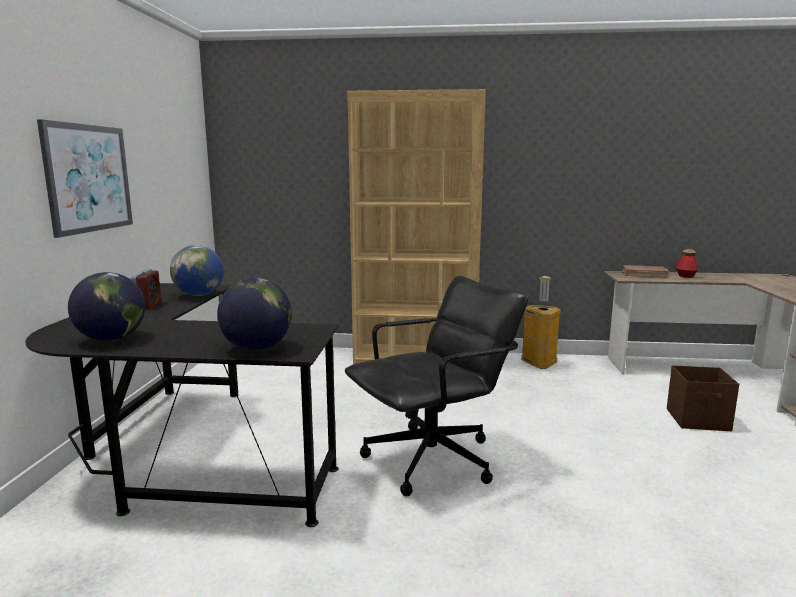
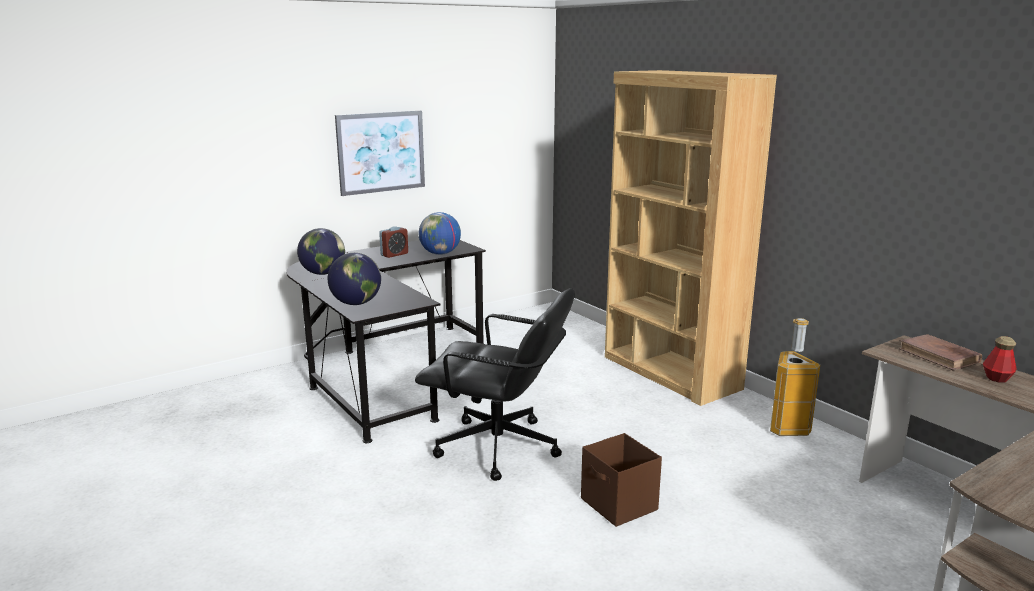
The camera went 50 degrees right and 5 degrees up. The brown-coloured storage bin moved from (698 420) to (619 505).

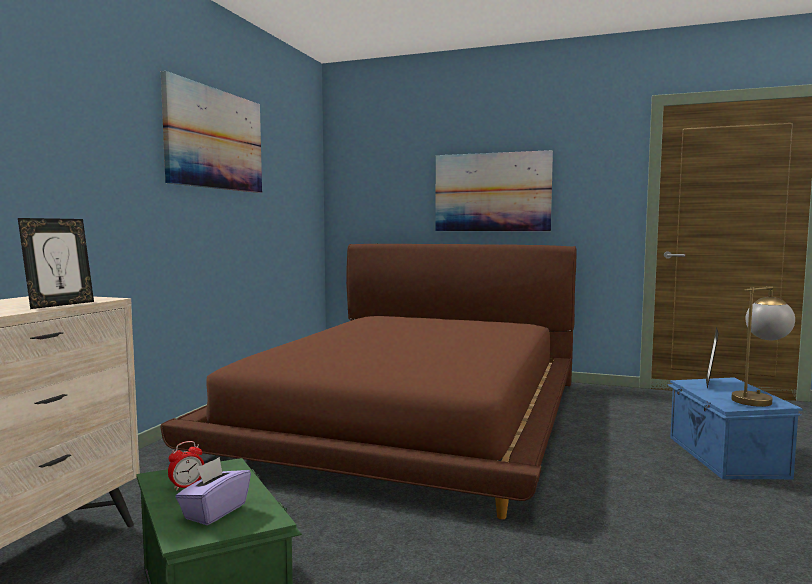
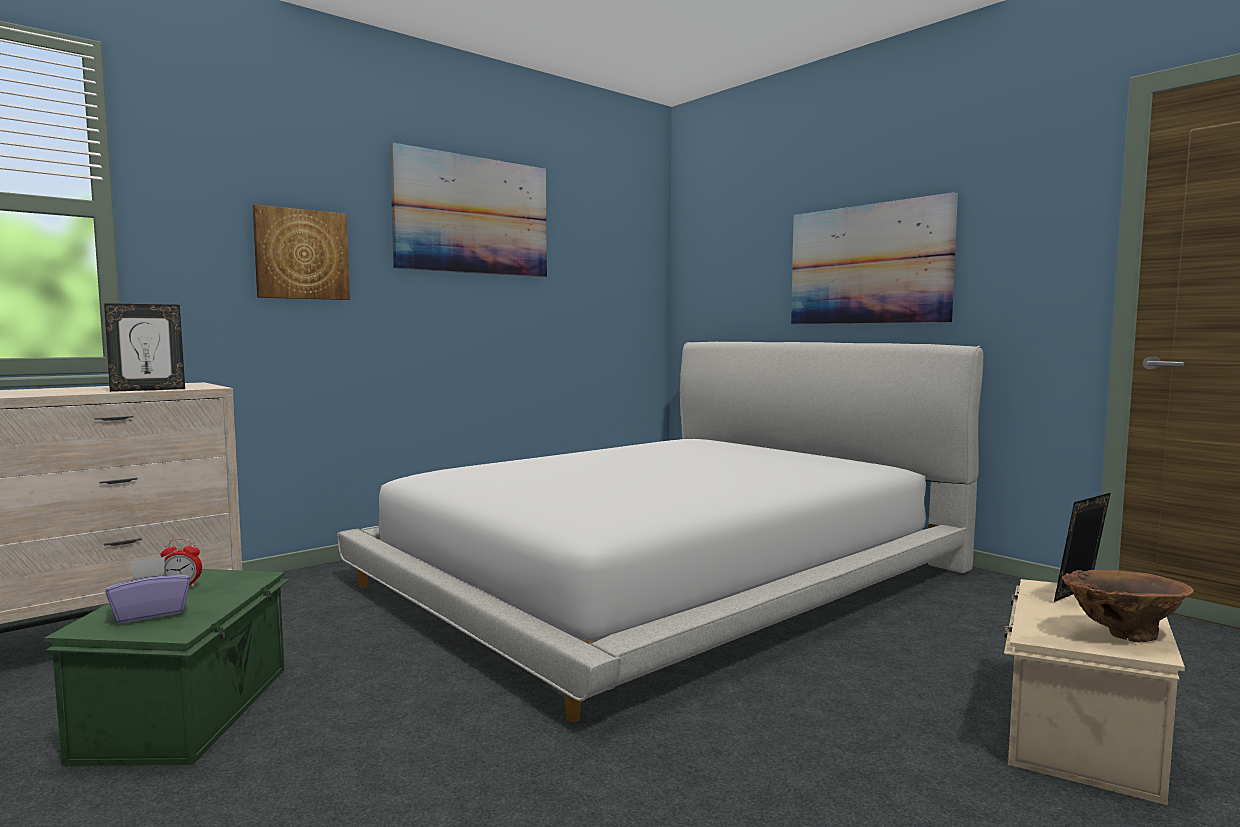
The camera went 30 degrees right and 0 degrees up. The wall picture at (301 254) appeared. The brown-coloured bed at (412 416) became the whitish bed at (666 575). The bluish storage bin at (725 457) became the beige-coloured storage bin at (1078 733). The lamp for a table at (758 399) was replaced by the brown-coloured decorative vase at (1120 635).

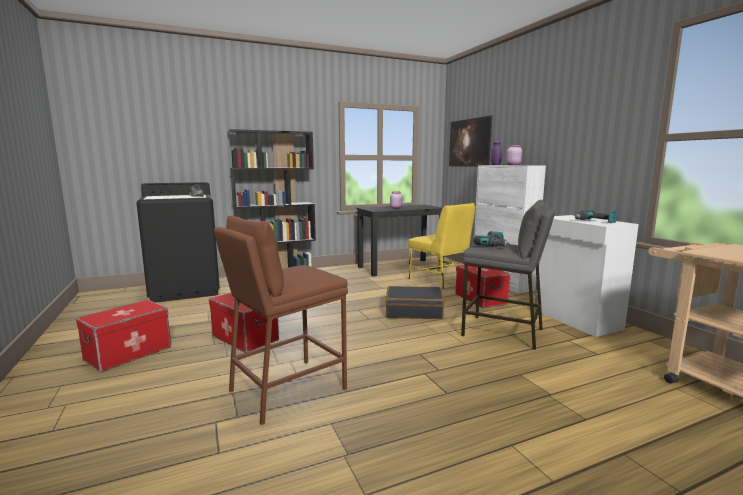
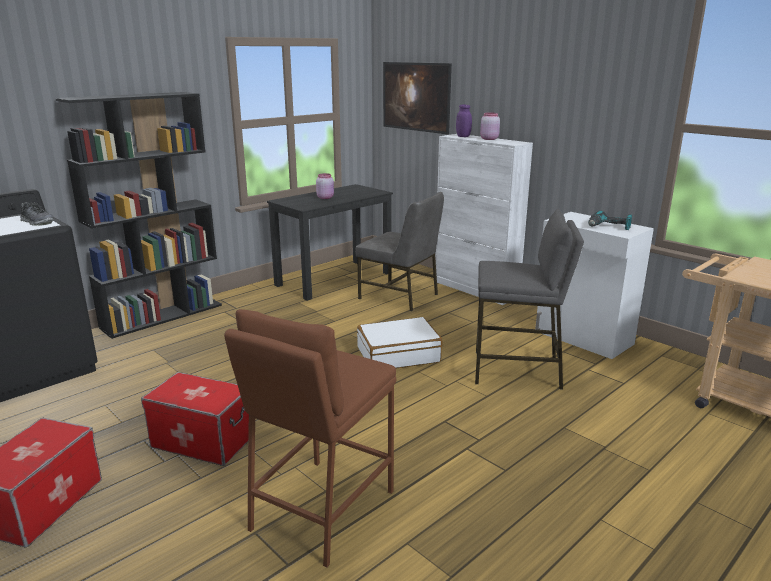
The camera went 20 degrees left and 10 degrees up. The yellowish upright chair at (440 280) became the greyish upright chair at (400 296). The black travel case at (413 311) became the whitish travel case at (398 354). The storage bin at (480 299) disappeared. The power drill at (494 245) disappeared.

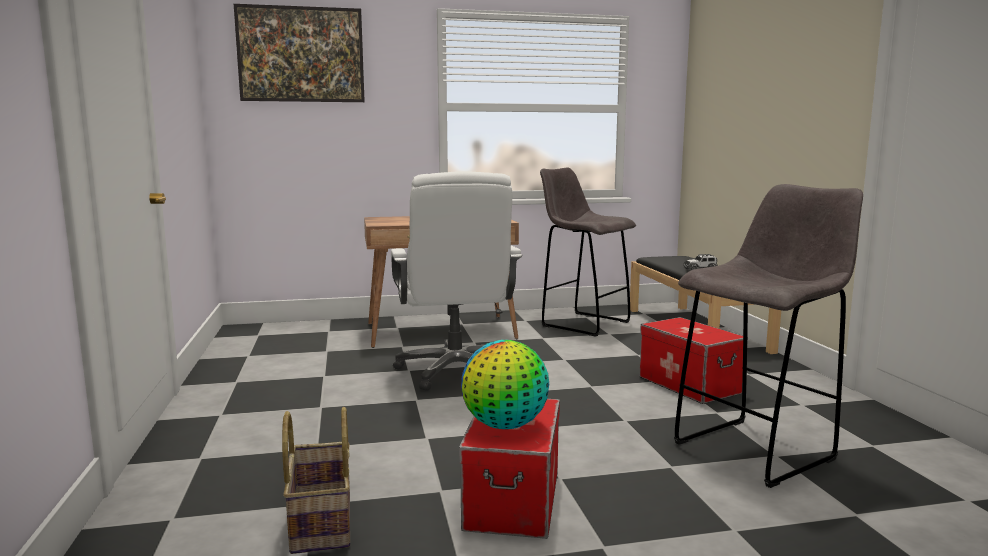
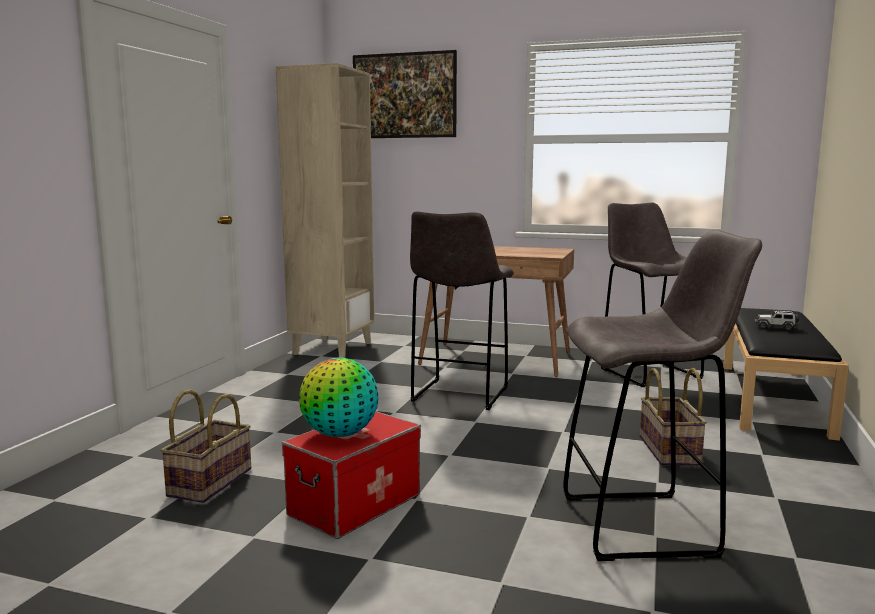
The camera went 30 degrees right and 0 degrees up. The beige-coloured bookshelf at (332 348) appeared. The whitish office chair at (455 371) was replaced by the greyish stool at (459 395). The storage bin at (689 385) was replaced by the basket at (670 451).

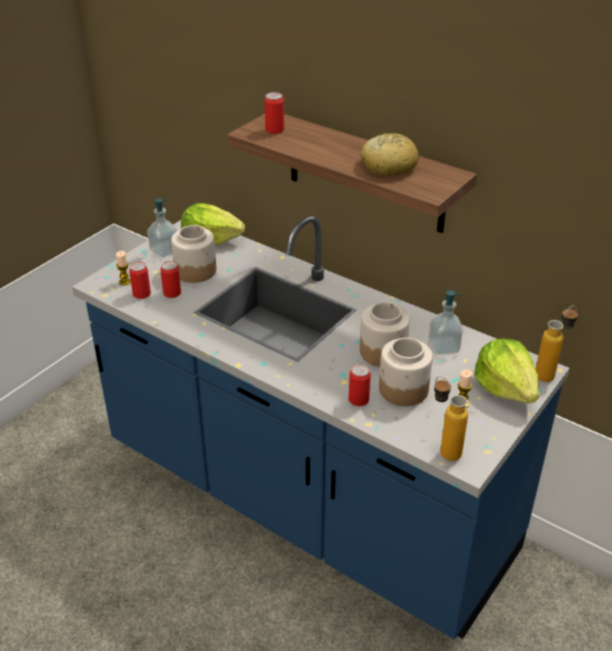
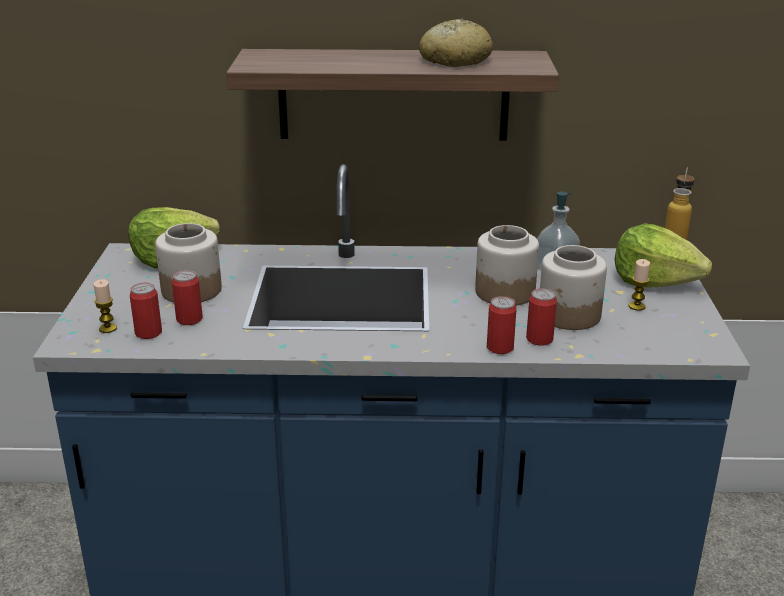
The camera went 35 degrees left and 10 degrees down. The can moved from (274 130) to (500 348). The soap bottle at (164 251) disappeared. The bottle at (443 449) disappeared.

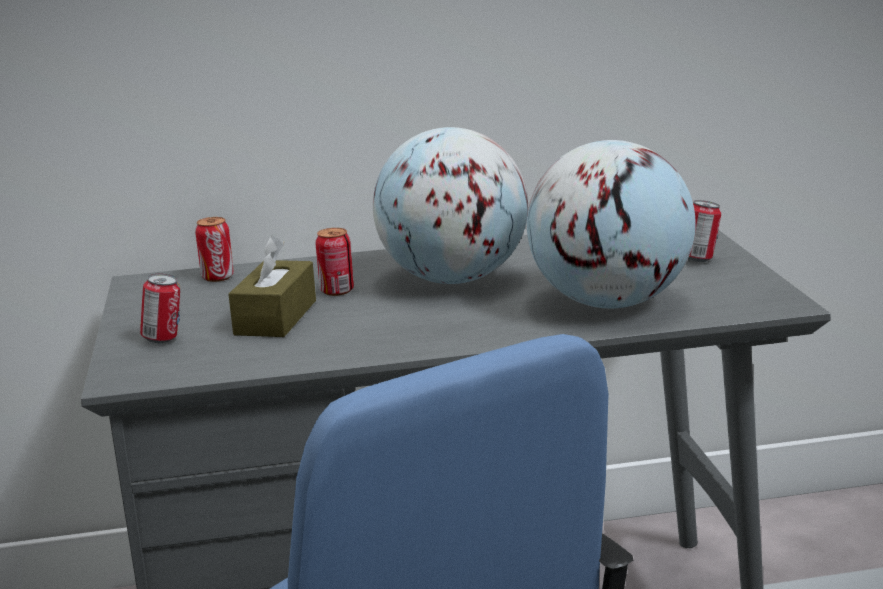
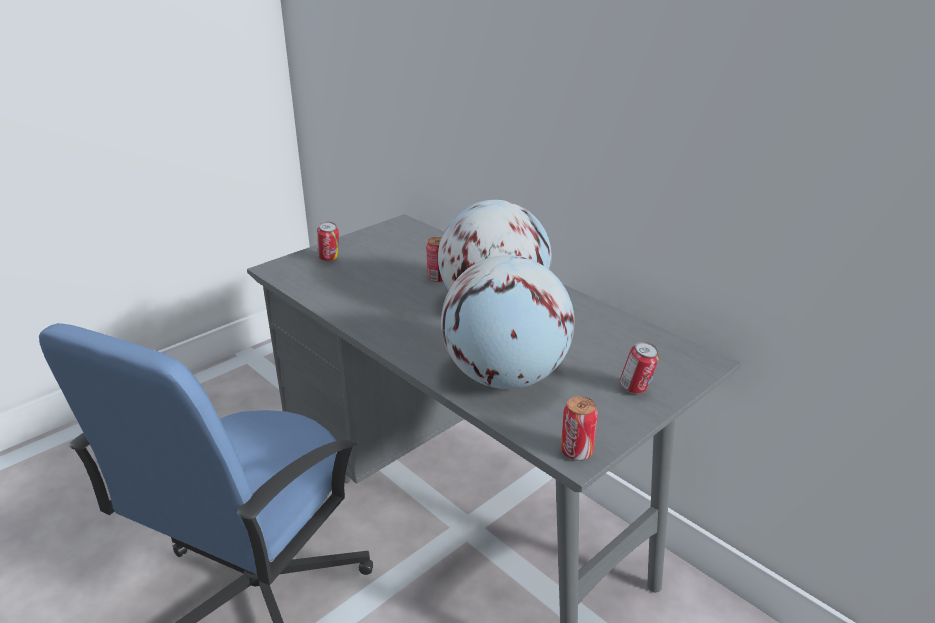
The camera went 55 degrees right and 10 degrees up. The can moved from (217 277) to (576 452). The brown-coloured tissue box at (276 317) disappeared.

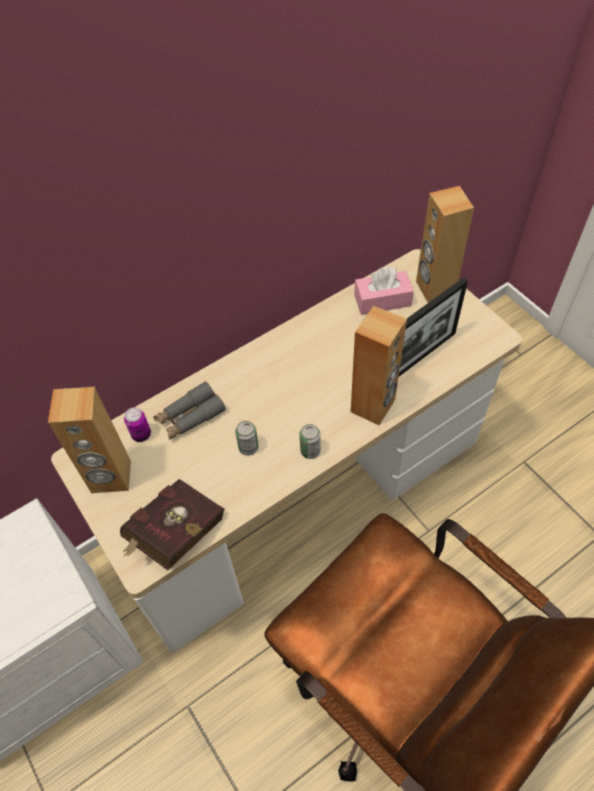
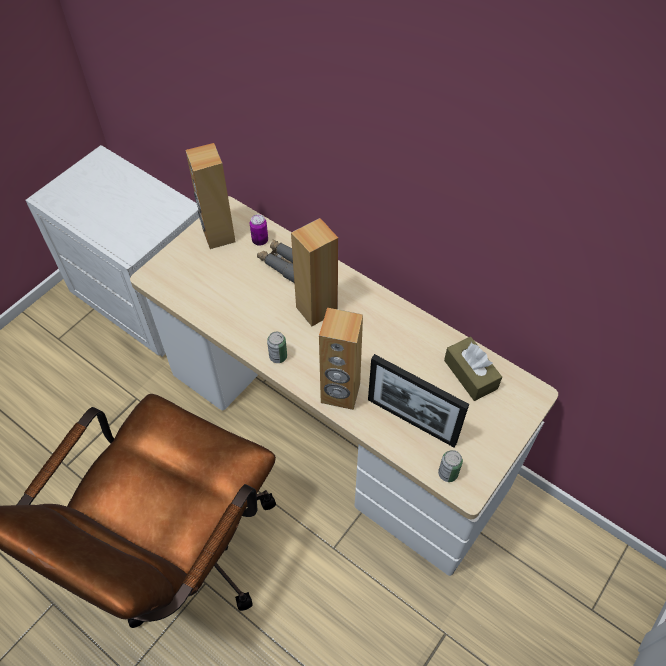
The camera went 70 degrees right and 0 degrees up. The brown-coloured audio speaker moved from (434 289) to (316 309). The can moved from (248 447) to (448 473). The pink-coloured tissue box at (382 300) became the brown-coloured tissue box at (470 374). The red bound book at (174 535) disappeared.

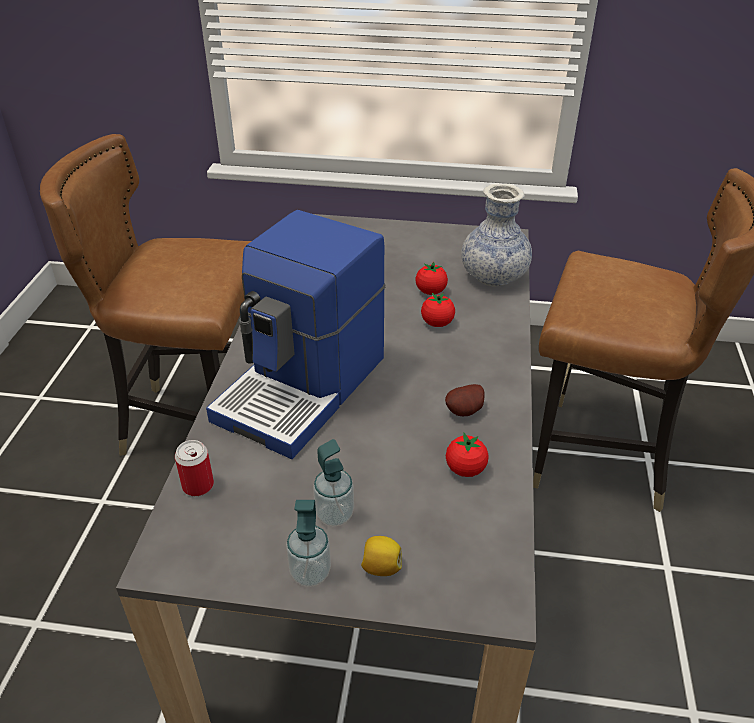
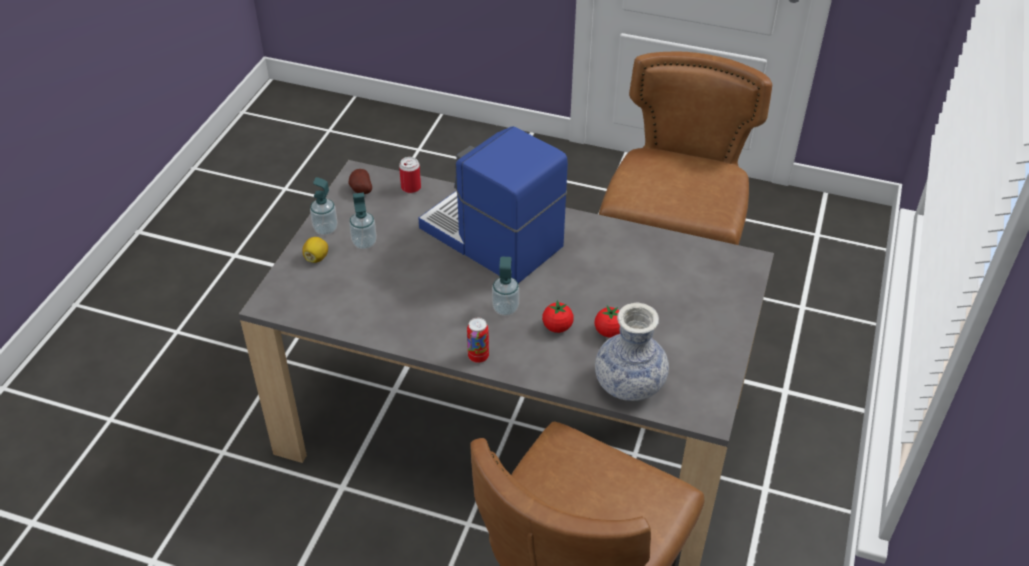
The camera went 100 degrees right and 5 degrees up. The potato moved from (466 412) to (360 190). The can at (478 357) appeared. The soap bottle at (505 308) appeared. The fresh tomato at (465 469) disappeared.

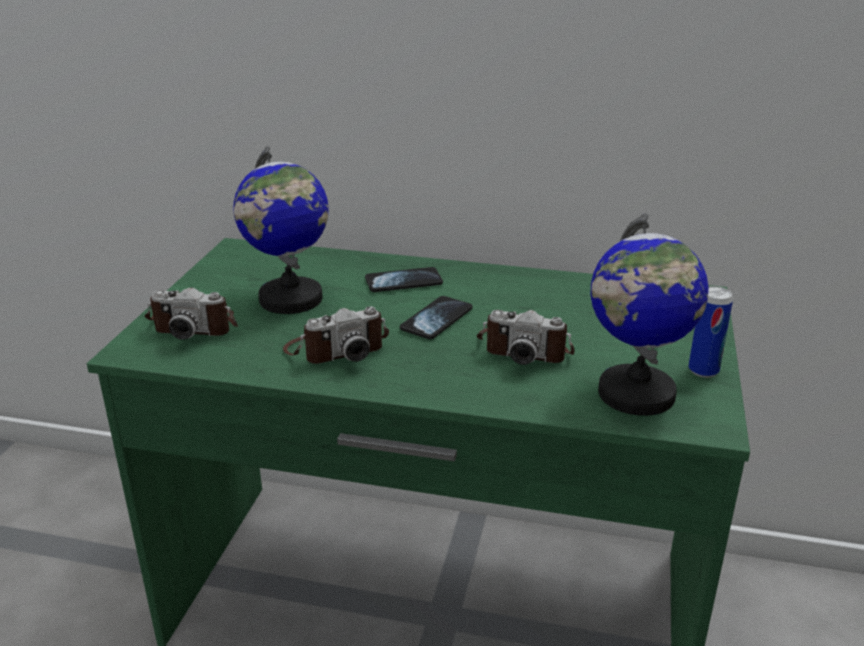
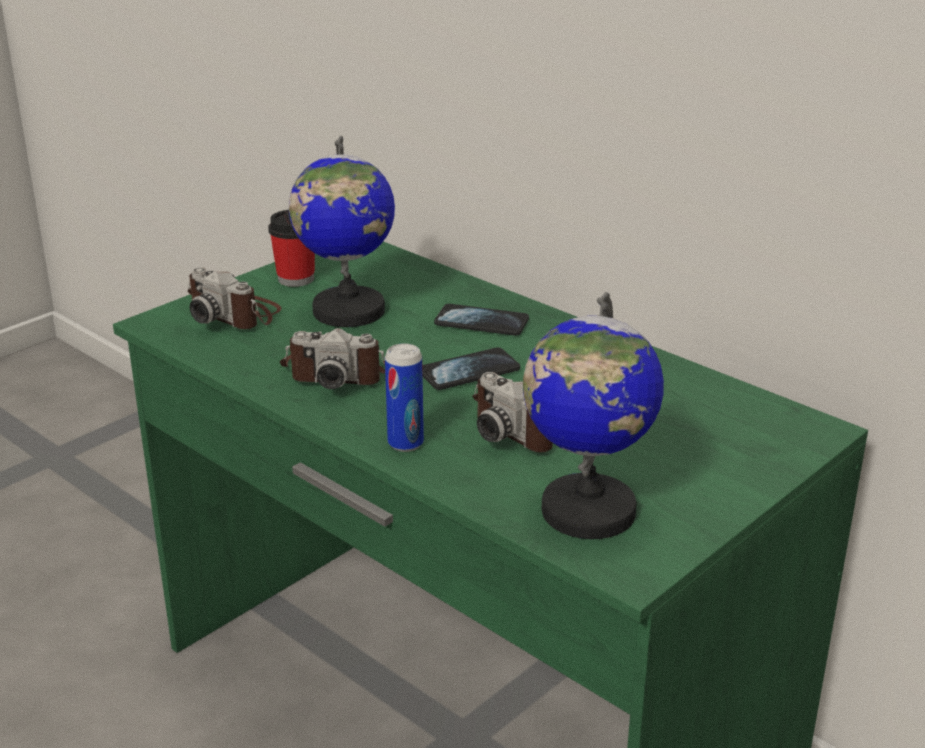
The camera went 30 degrees right and 0 degrees up. The drinking cup at (296 279) appeared. The can moved from (703 370) to (405 443).

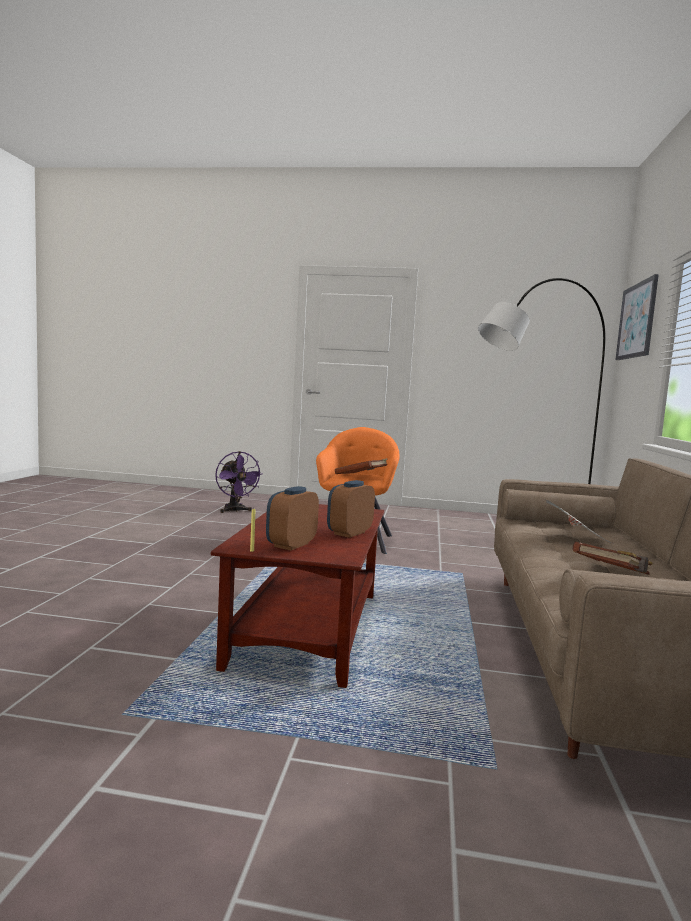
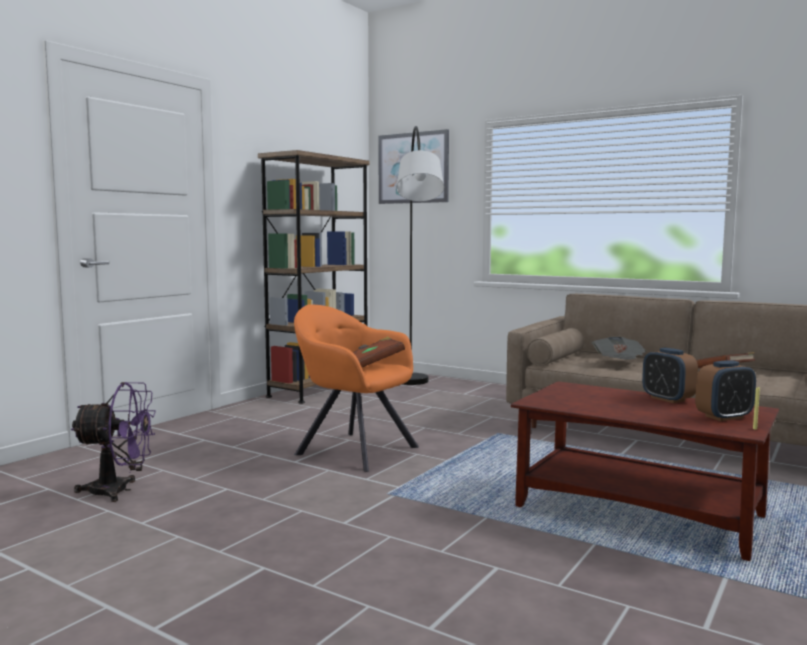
The camera went 65 degrees left and 0 degrees up. The brown-coloured bookshelf at (319 389) appeared. The table clock at (291 545) turned 75 degrees counterclockwise.

